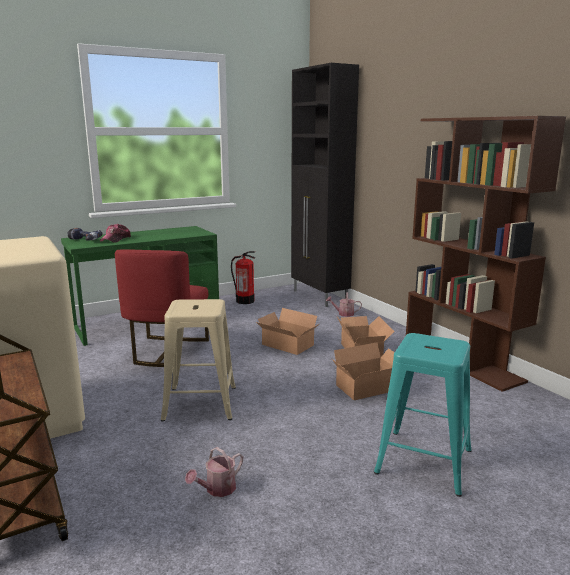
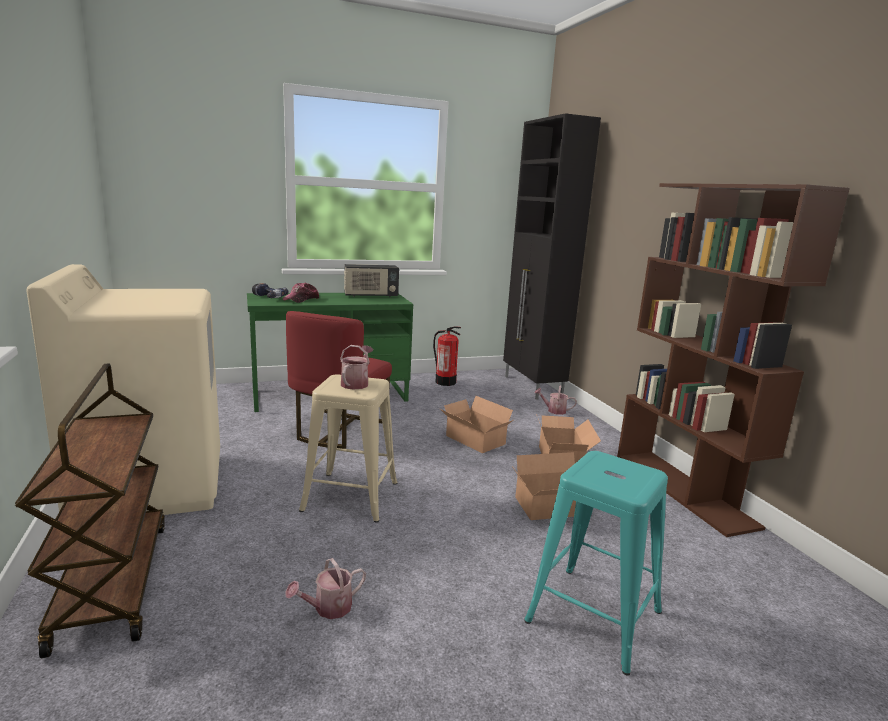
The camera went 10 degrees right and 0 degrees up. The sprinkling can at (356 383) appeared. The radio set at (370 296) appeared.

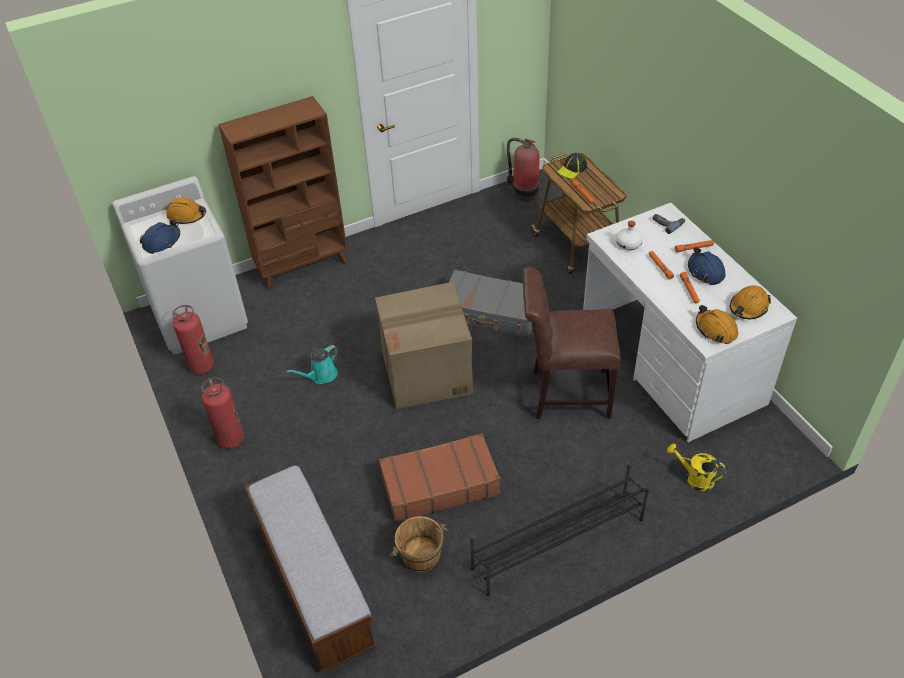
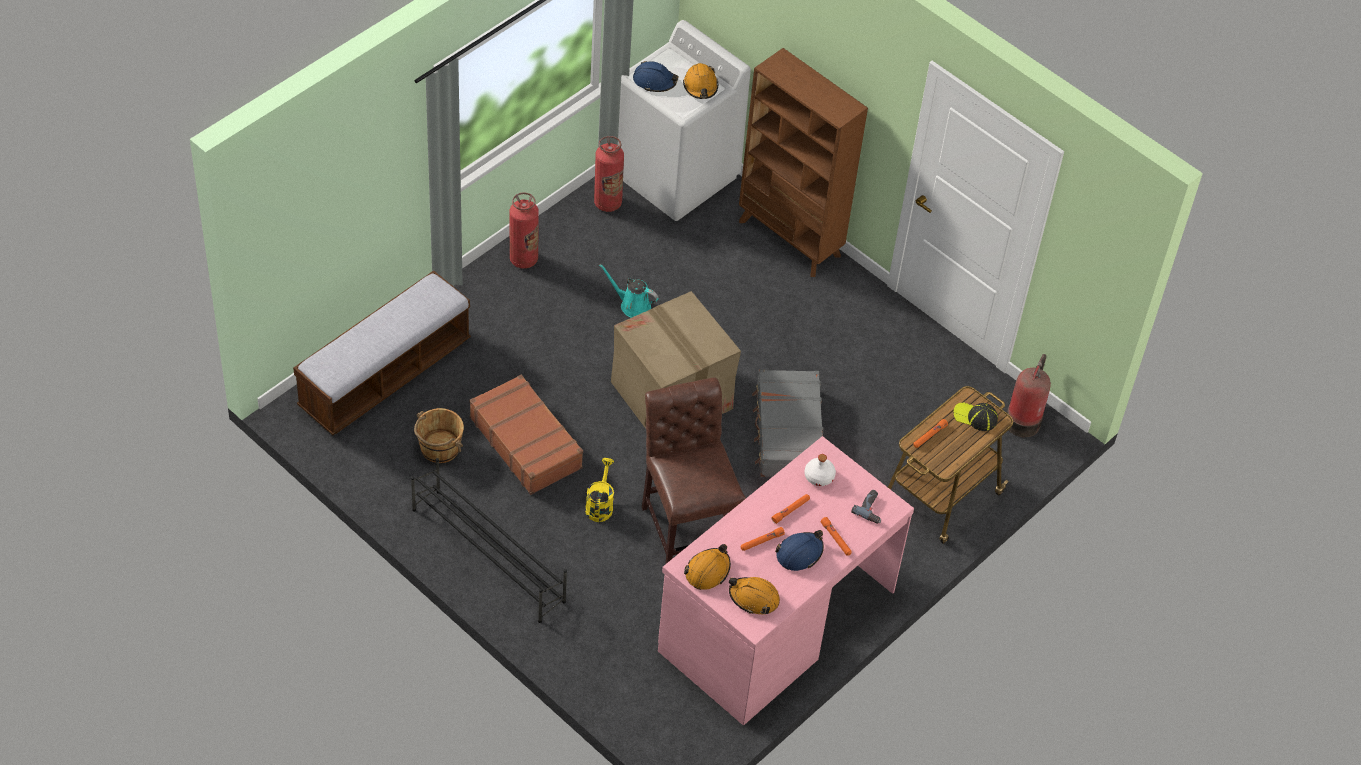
The camera went 65 degrees right and 5 degrees up. The yellowish sprinkling can moved from (694 478) to (600 505). The whitish desk at (670 361) became the pink-coloured desk at (775 620).

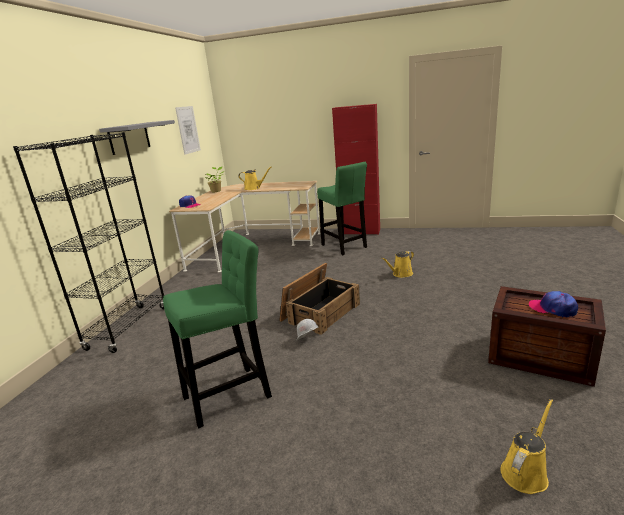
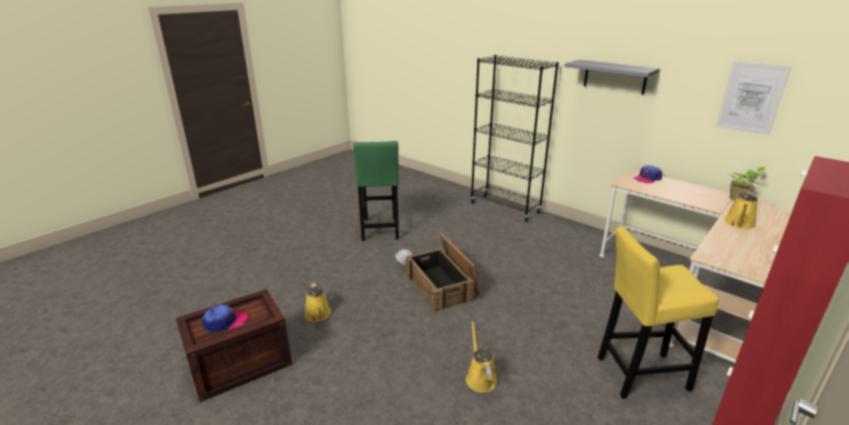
The camera went 115 degrees right and 5 degrees up. The yellowish sprinkling can moved from (525 472) to (318 315). The green-coloured stool at (344 247) became the yellowish stool at (638 374).

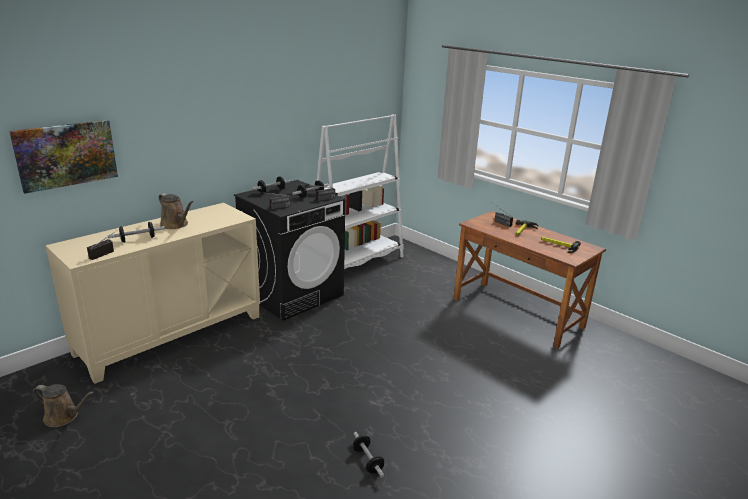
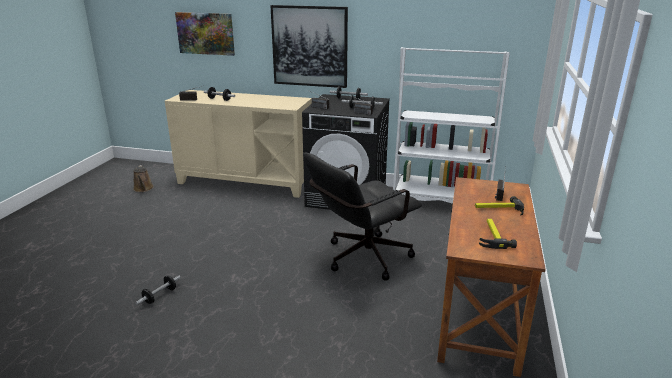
The camera went 60 degrees right and 0 degrees up. The wall picture at (309 46) appeared. The black office chair at (361 259) appeared. The brown-coloured sprinkling can at (176 225) disappeared.

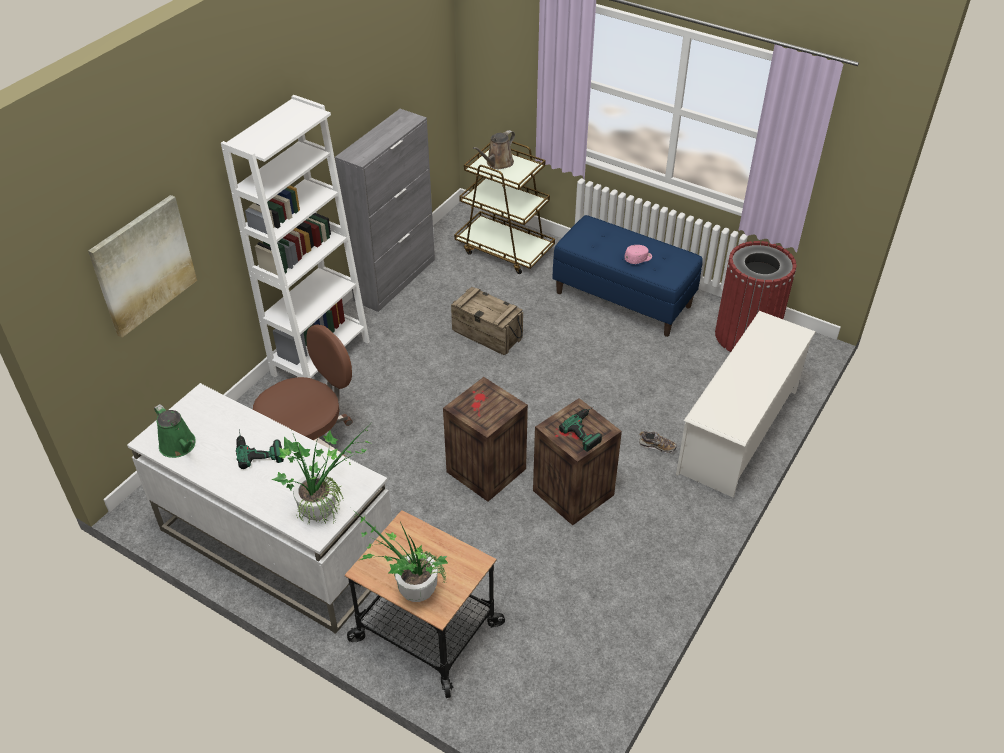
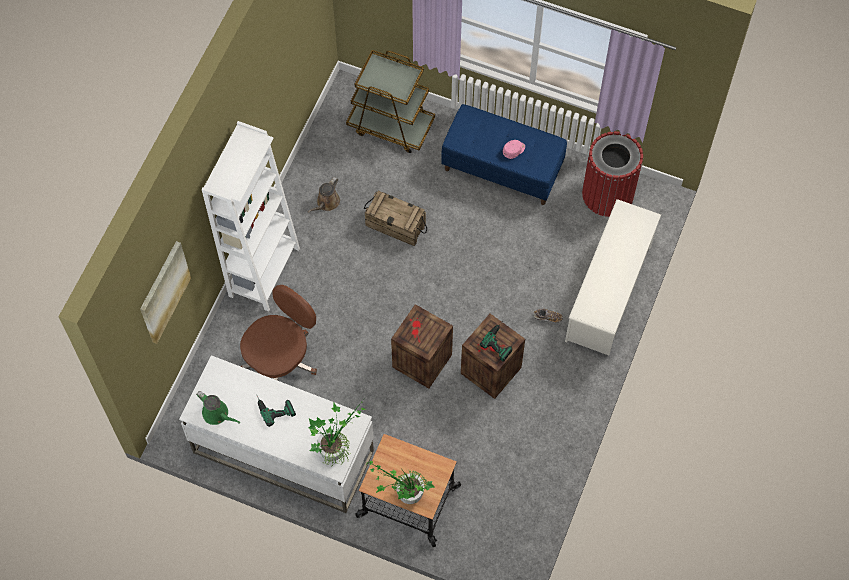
The camera went 10 degrees left and 20 degrees up. The brown-coloured sprinkling can moved from (498 163) to (326 203). The greyish cupboard at (395 279) disappeared.

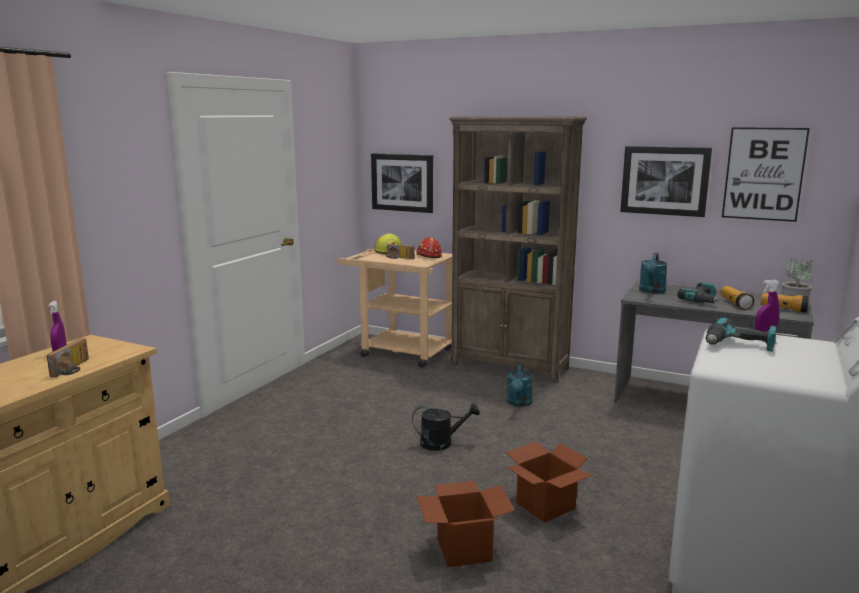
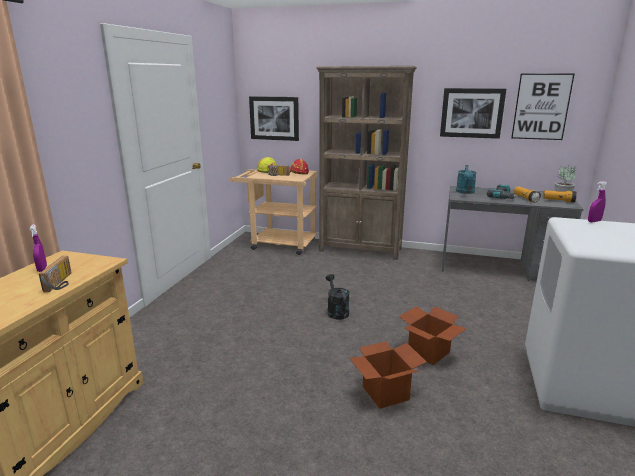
The camera went 10 degrees left and 5 degrees up. The black sprinkling can at (442 443) turned 90 degrees counterclockwise. The turquoise sprinkling can at (519 403) disappeared. The power drill at (738 345) disappeared.

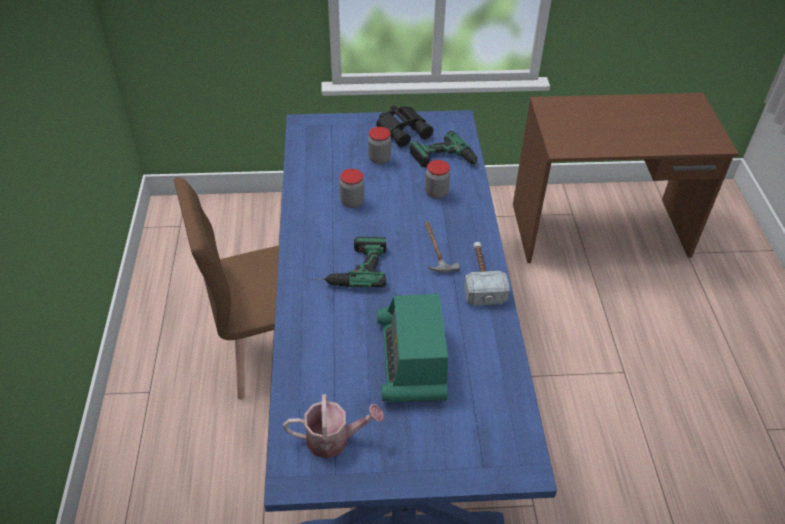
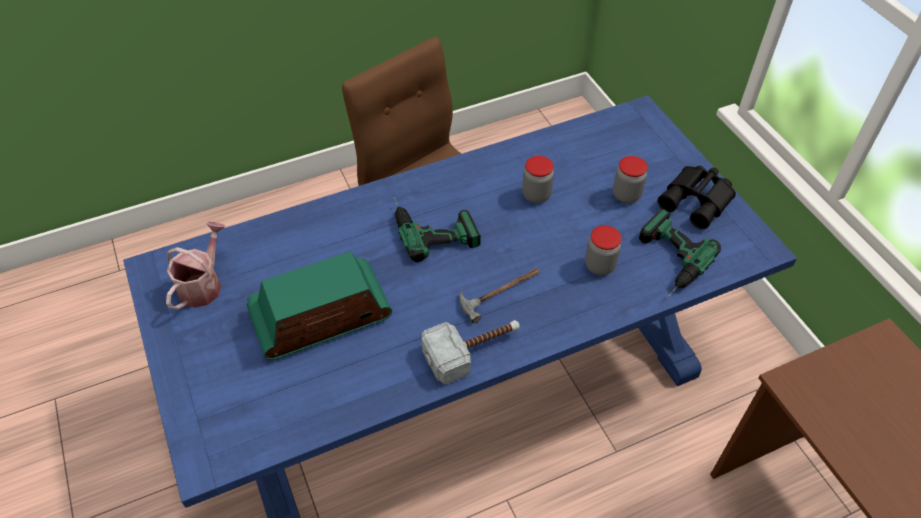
The camera went 70 degrees right and 5 degrees up. The sprinkling can at (334 439) turned 135 degrees counterclockwise.

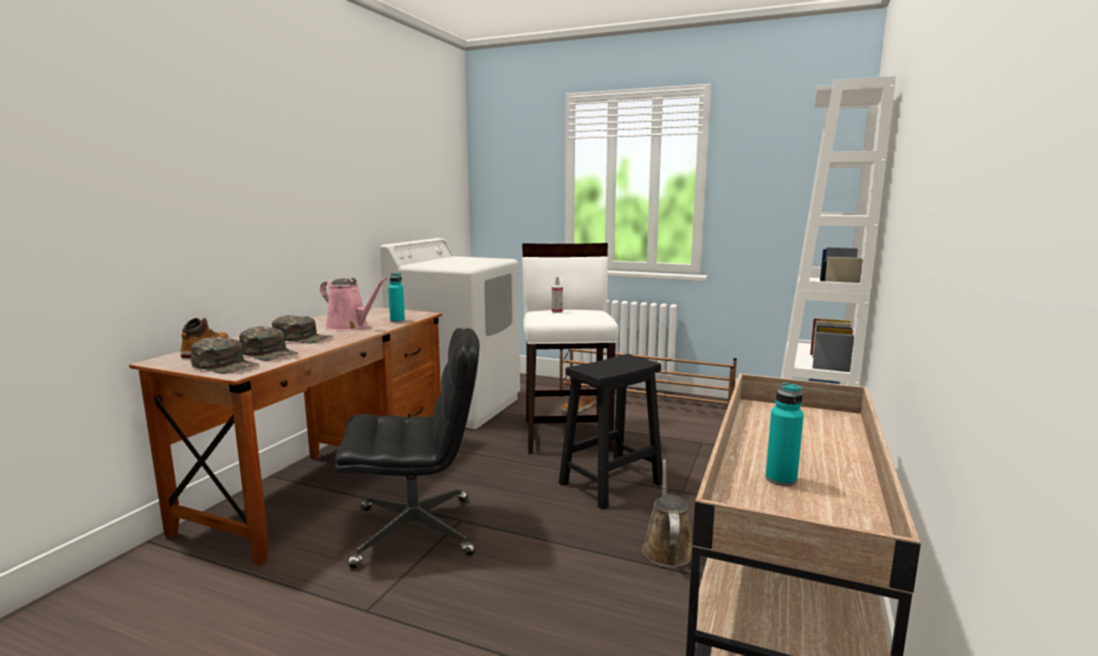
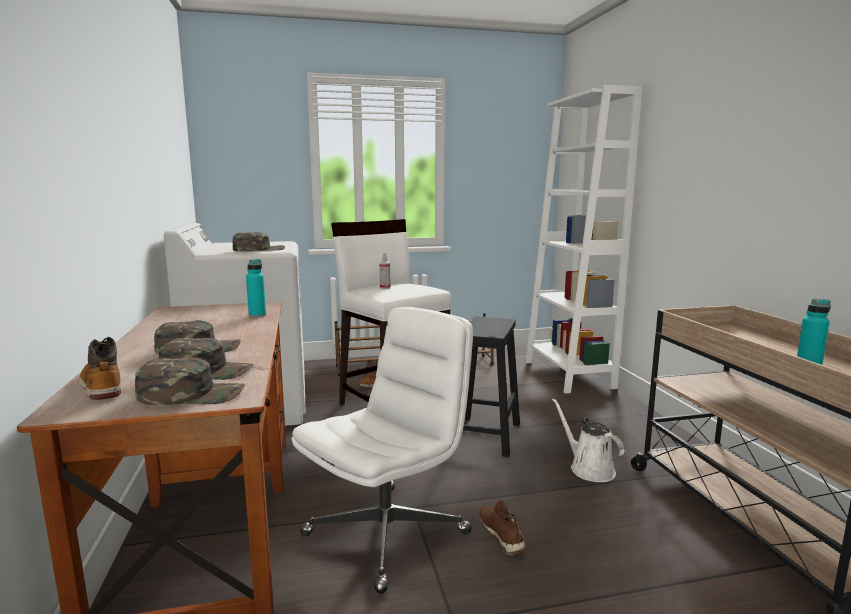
The camera went 35 degrees left and 0 degrees up. The green-coloured baseball cap at (259 250) appeared. The black office chair at (416 530) became the whitish office chair at (387 532). The brown-coloured low shoe at (502 535) appeared. The brown-coloured sprinkling can at (667 548) became the whitish sprinkling can at (588 469). The pink-coloured sprinkling can at (350 326) disappeared.

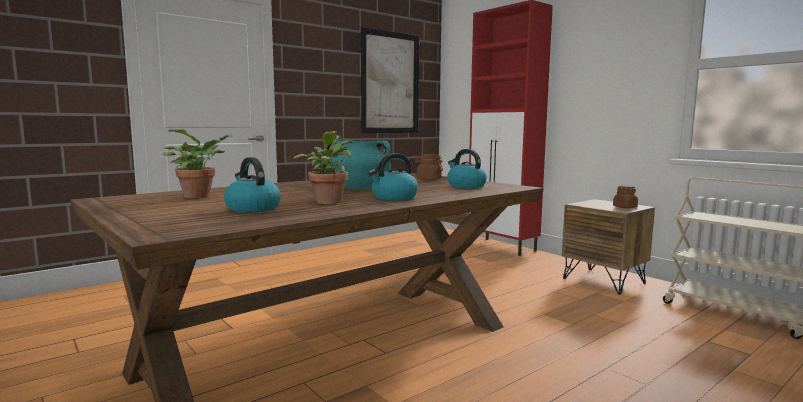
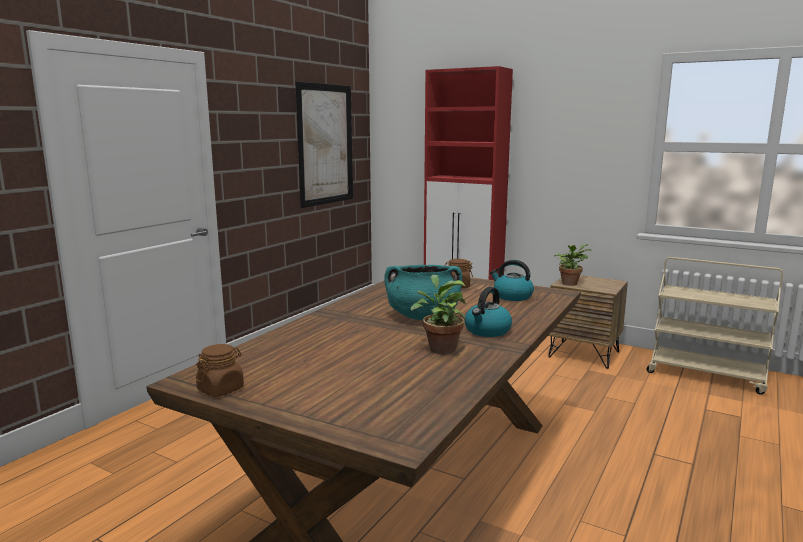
The camera went 20 degrees left and 5 degrees up. The brown-coloured jar moved from (625 207) to (221 389). The plant in a pot moved from (200 196) to (570 283). The kettle at (252 208) disappeared.

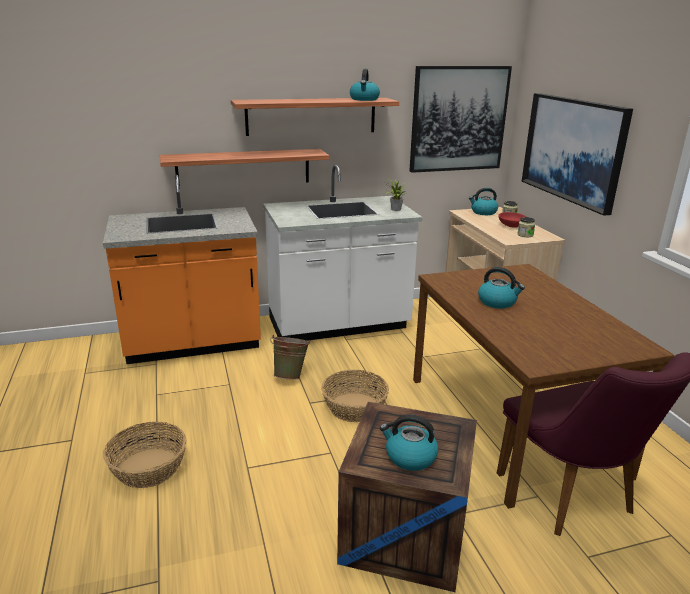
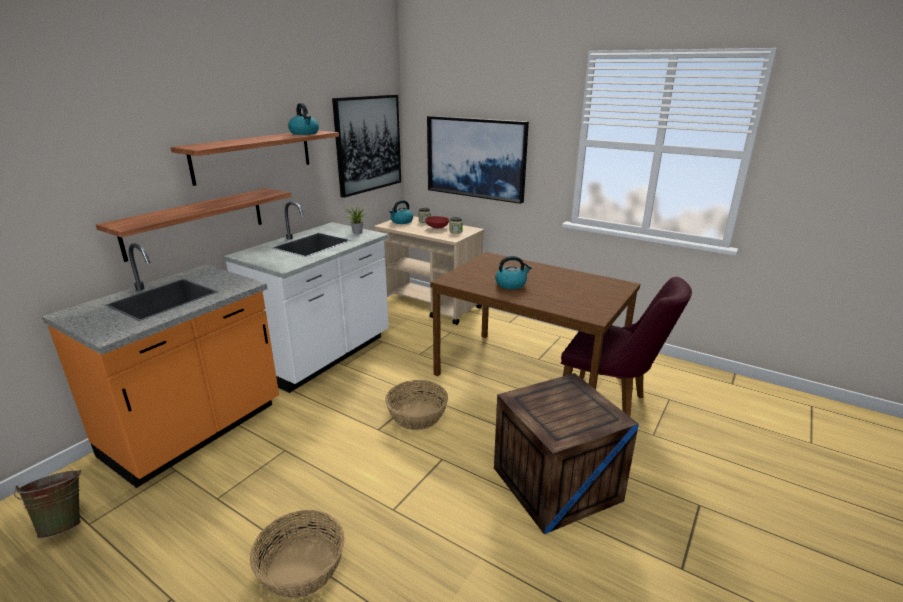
The camera went 40 degrees left and 0 degrees up. The green-coloured pail moved from (290 375) to (64 523). The kettle at (409 457) disappeared.

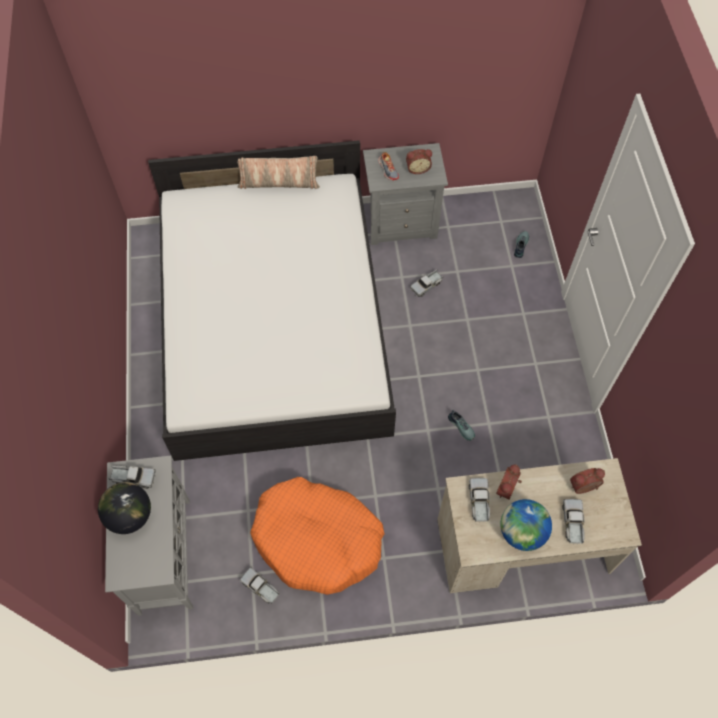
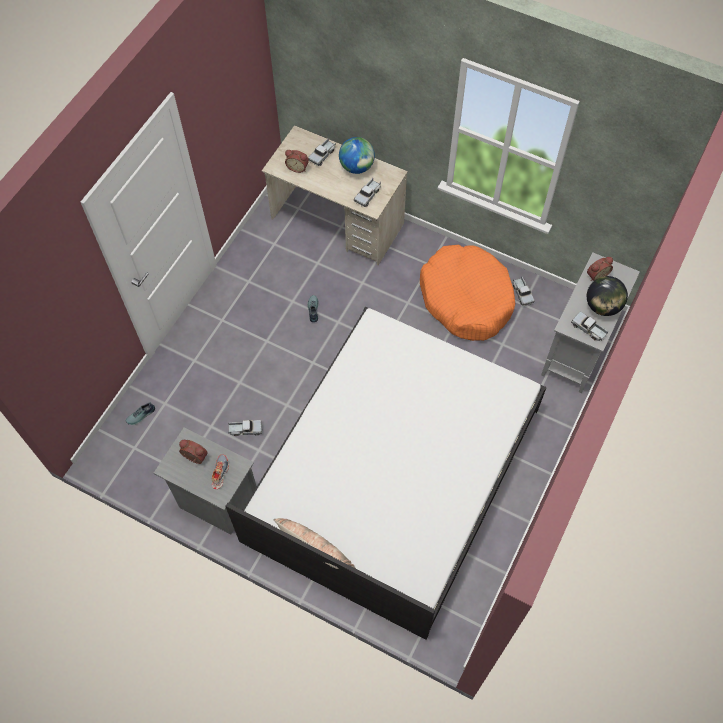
The camera went 145 degrees left and 0 degrees up. The table clock moved from (508 489) to (596 275).

